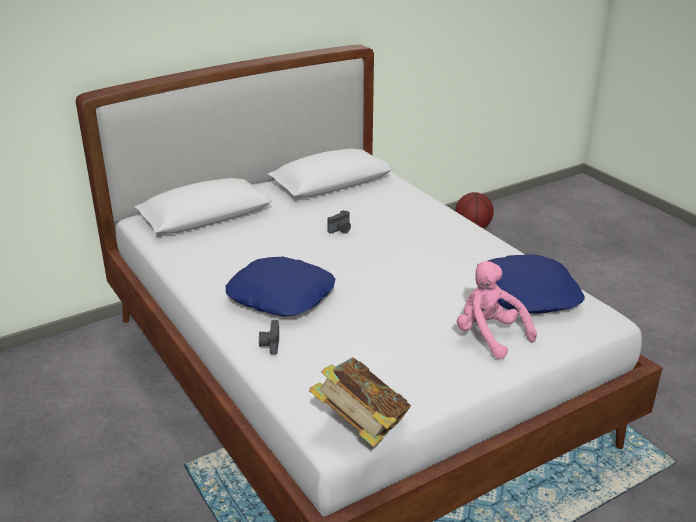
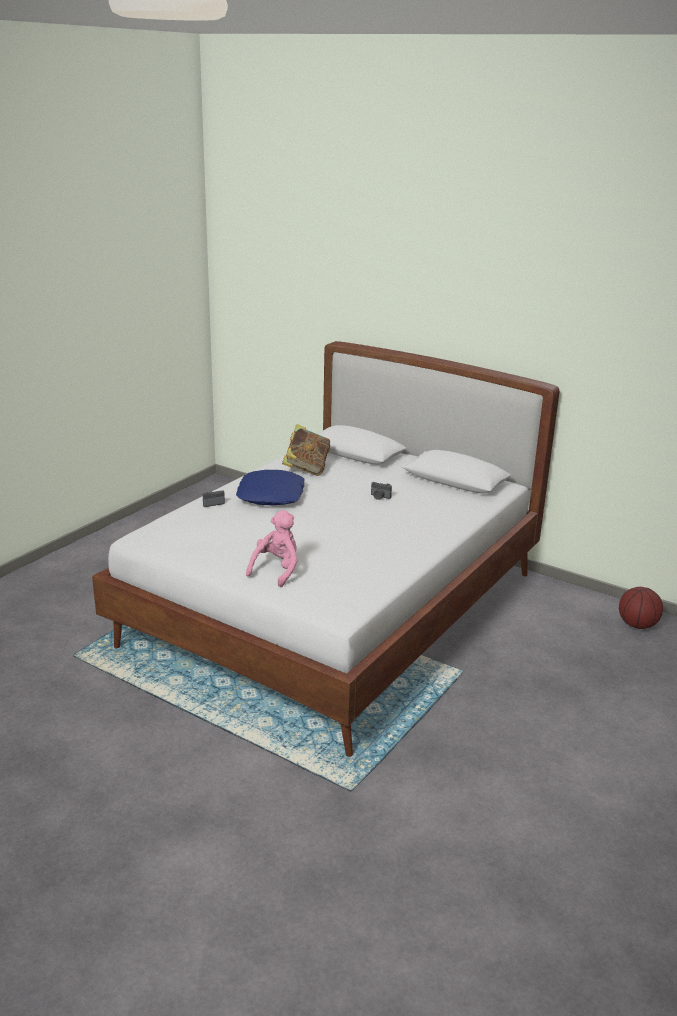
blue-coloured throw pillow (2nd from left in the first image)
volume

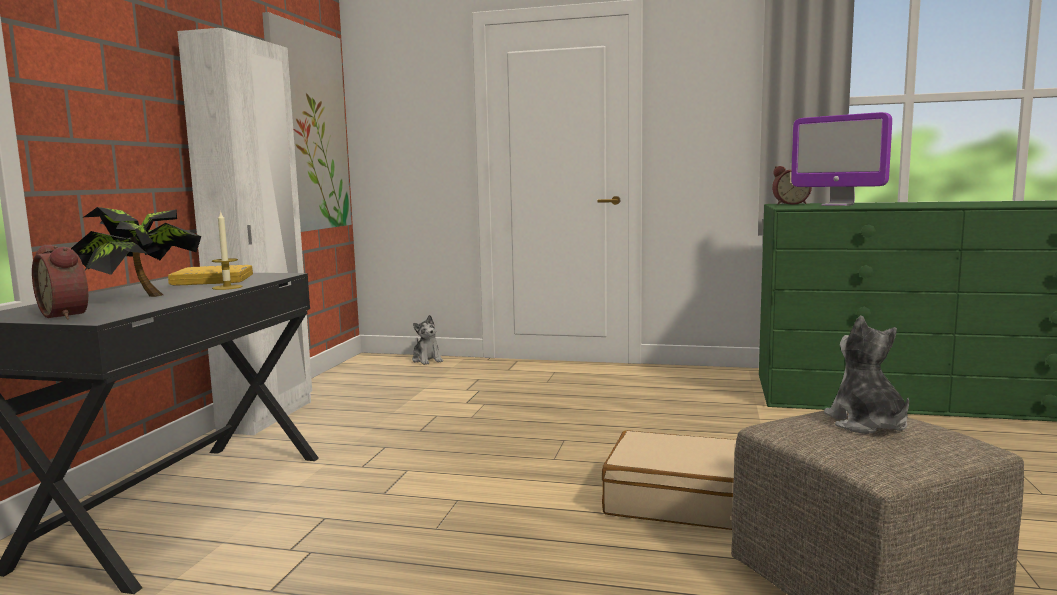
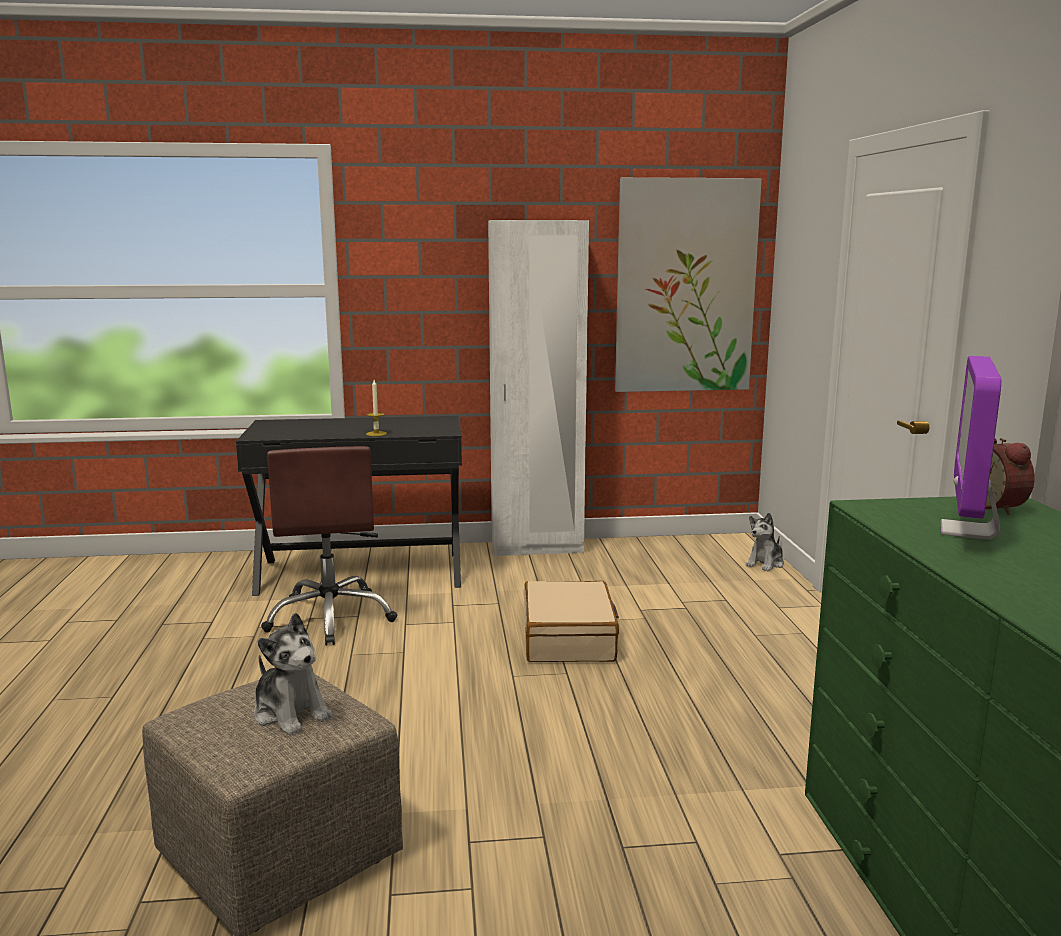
plant in a pot
table clock (1st from left in the first image)
yellowish volume
plush toy (1st from left)
beige-coloured suitcase
brownish office chair

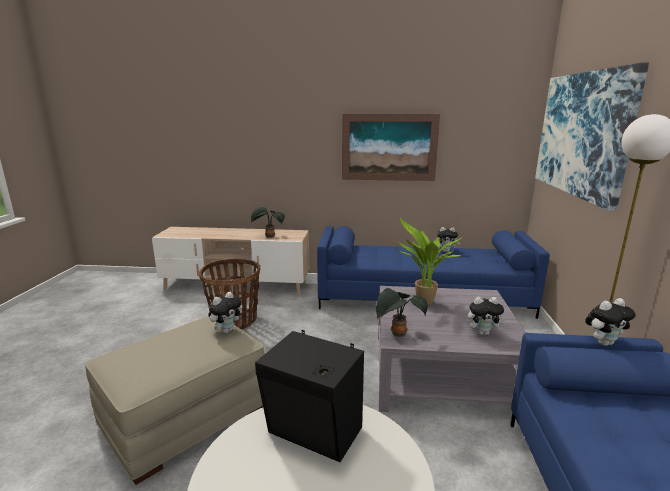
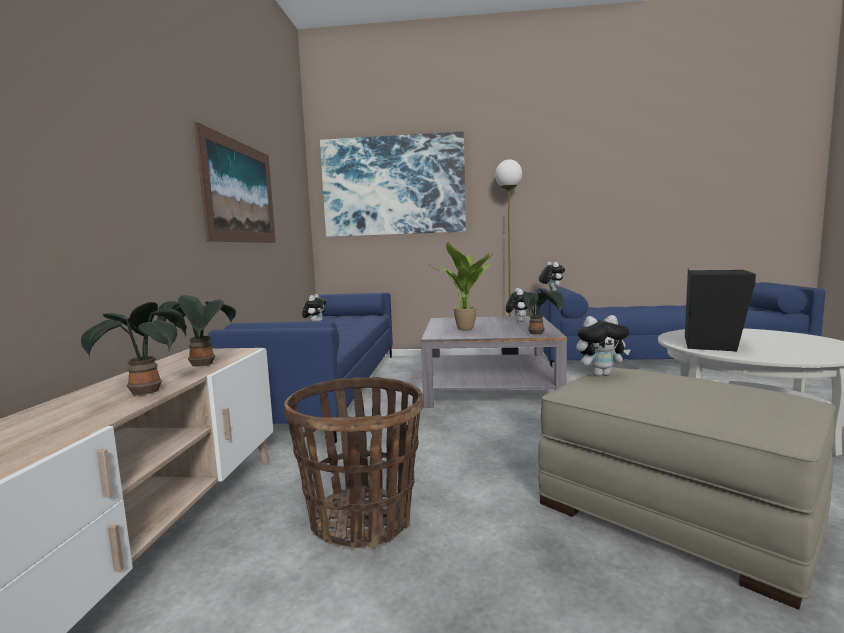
plush toy (4th from left)
plant in a pot (1st from left)

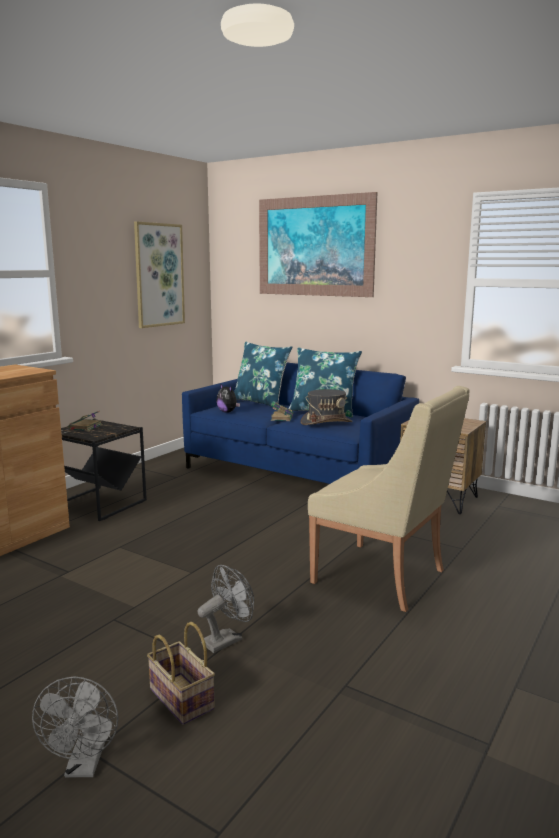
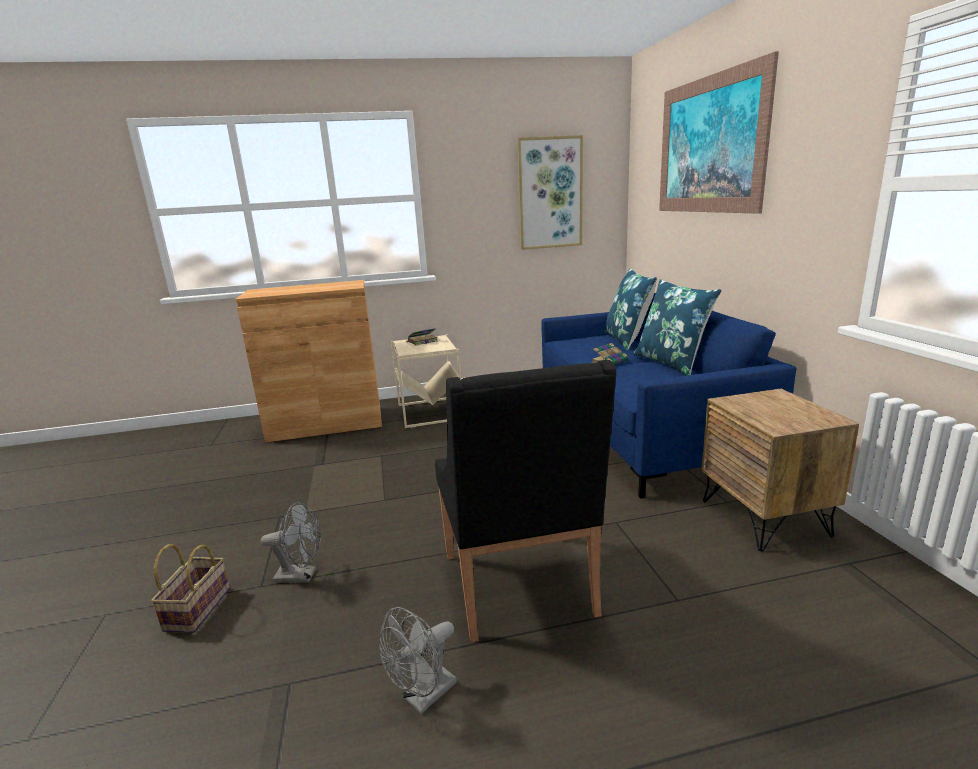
plush toy
black lounge chair
grey wearable hat
beige-coloured accent table
grey fan (2nd from left)

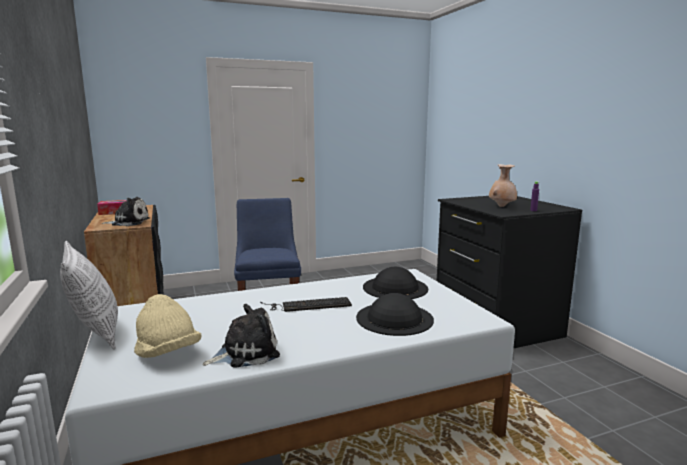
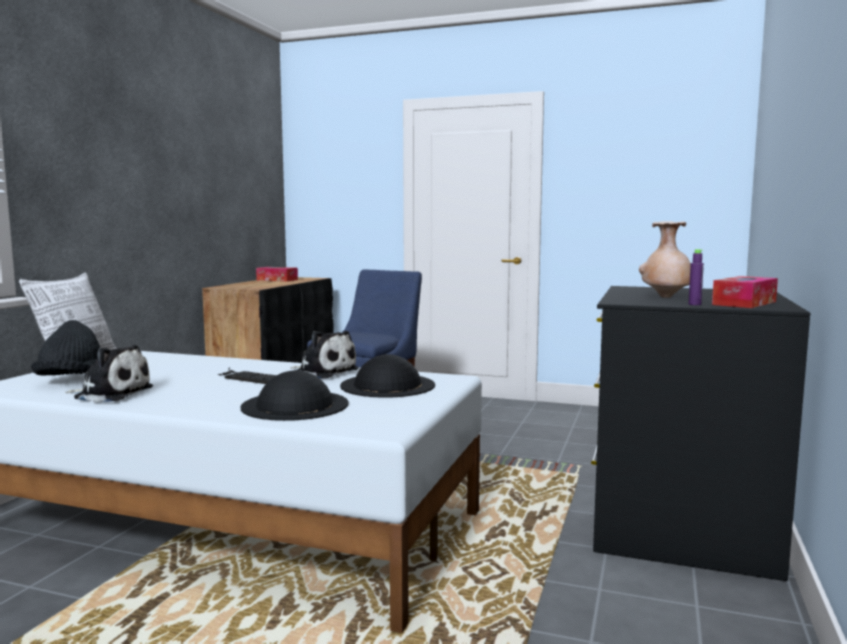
plush toy (2nd from left)
black wearable hat (1st from left)
tissue holder (2nd from left)

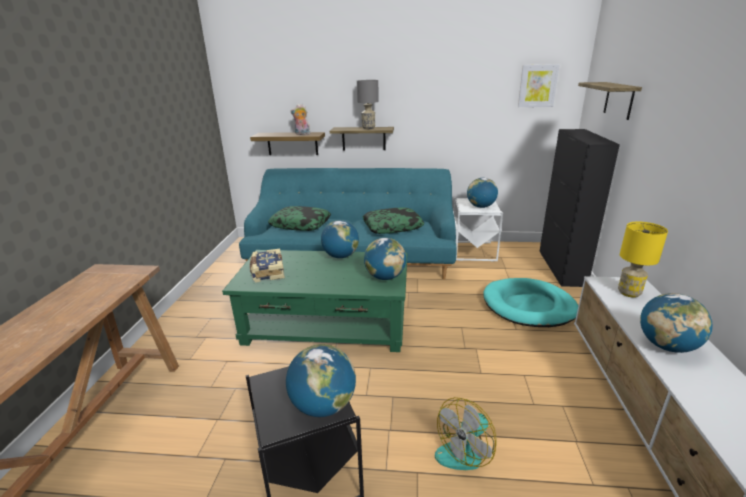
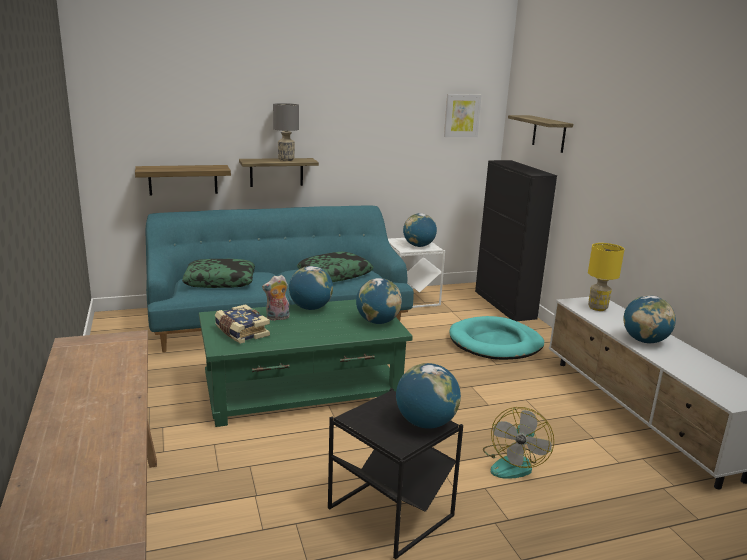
plush toy

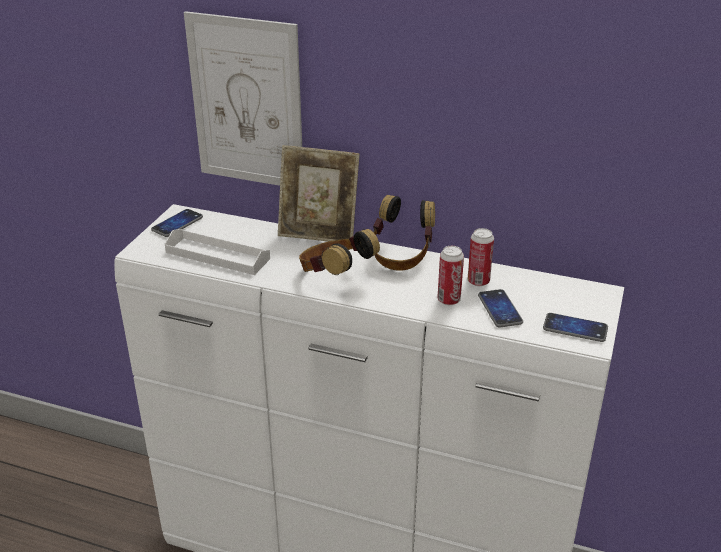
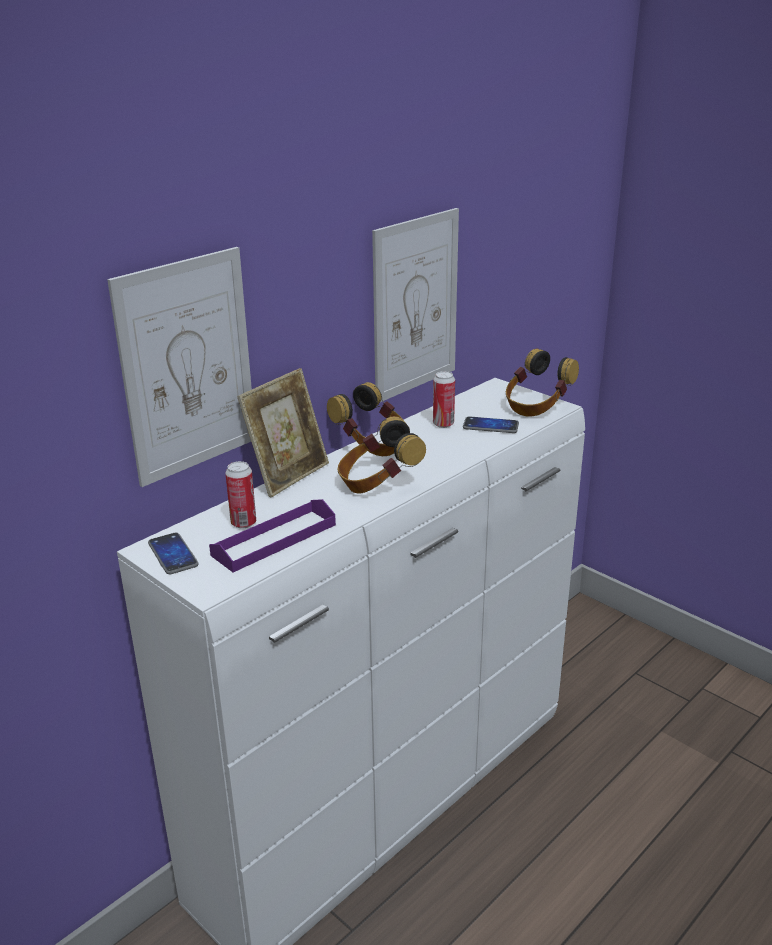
purple-coloured tray
can (1st from left)
headset (3rd from left)
wall picture (2nd from left)

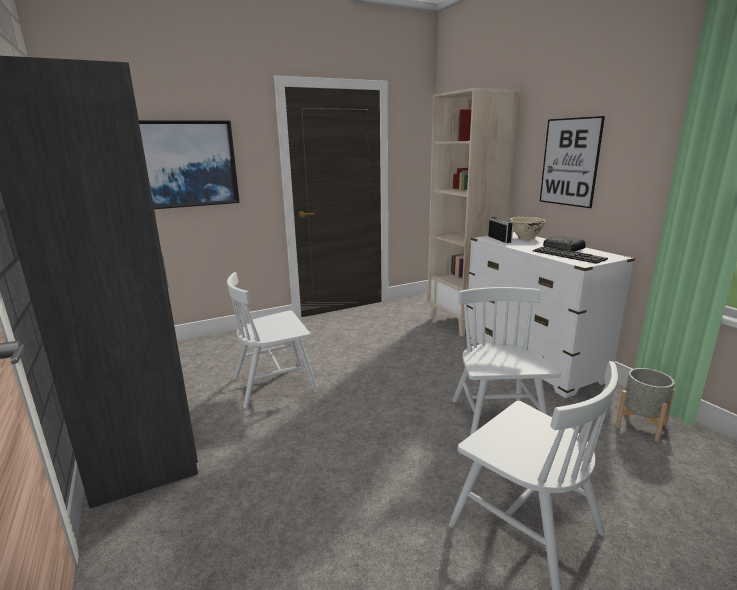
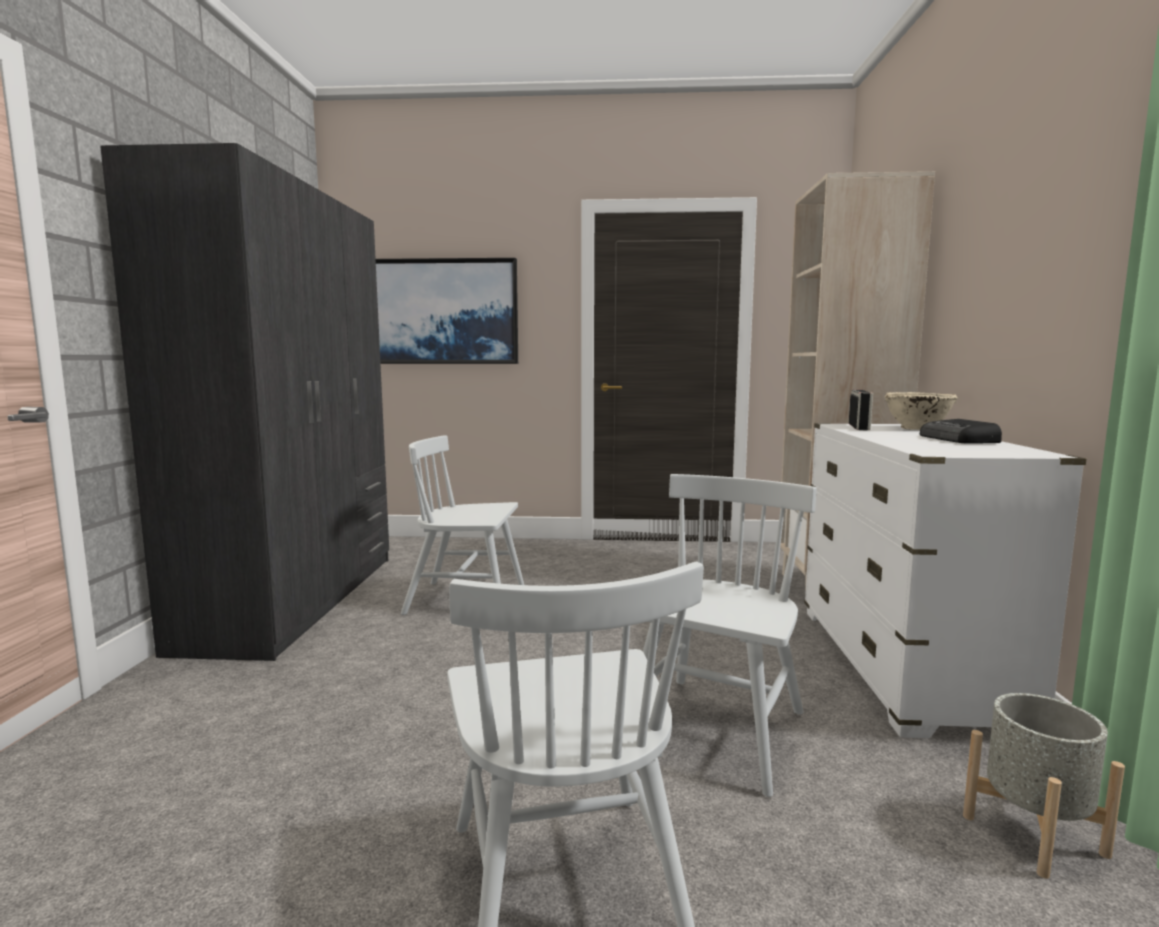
wall picture (2nd from left in the first image)
PC keyboard

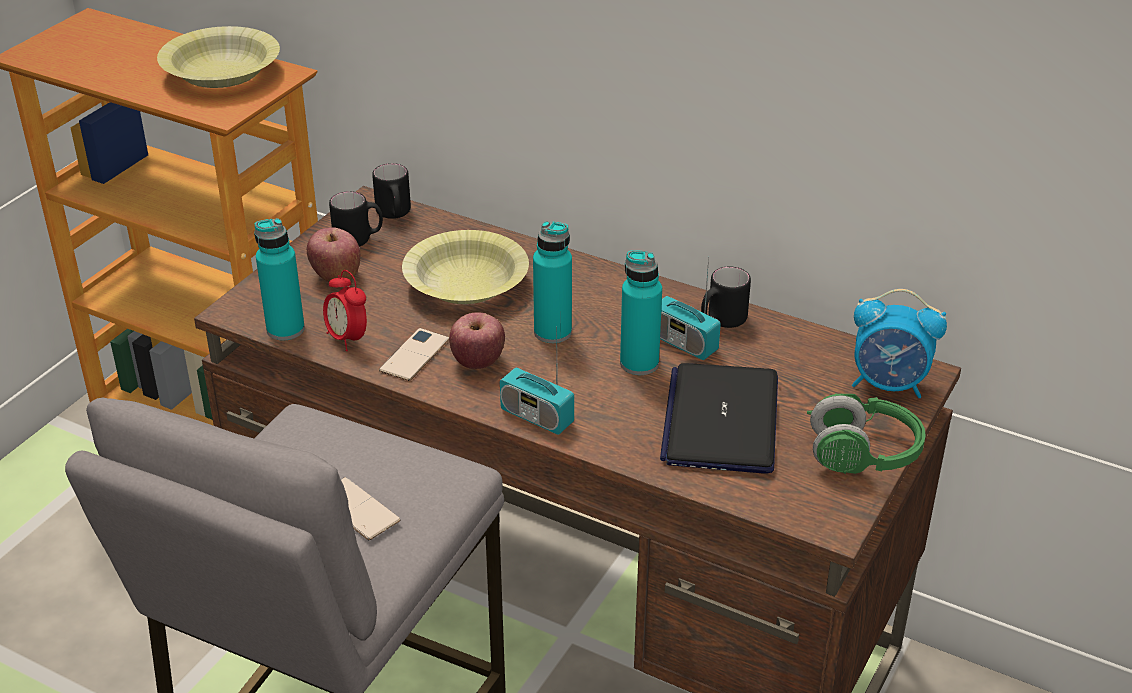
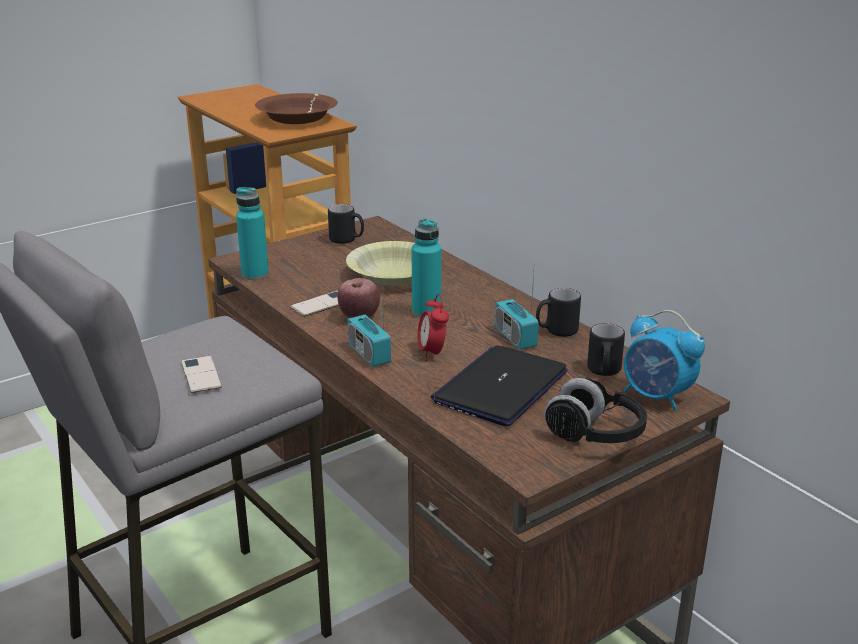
brownish serving bowl
black tea mug (3rd from left)
apple (1st from left in the first image)
blue-green bottle (3rd from left in the first image)
table clock (1st from left)
black headset

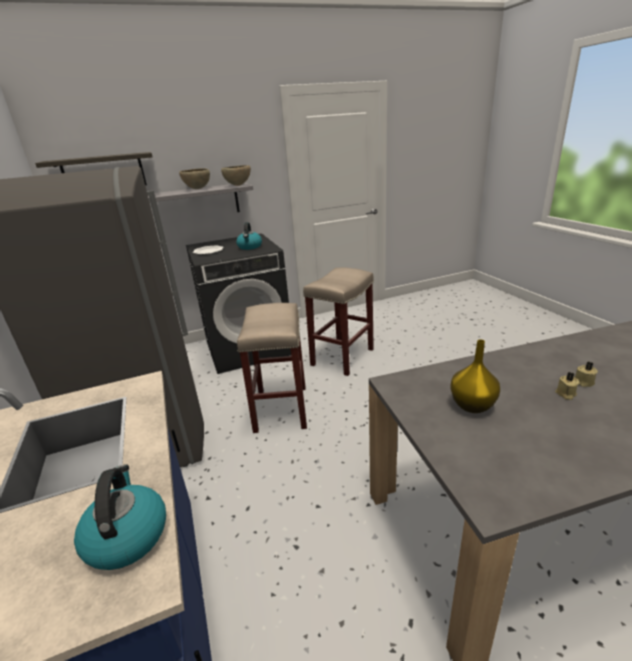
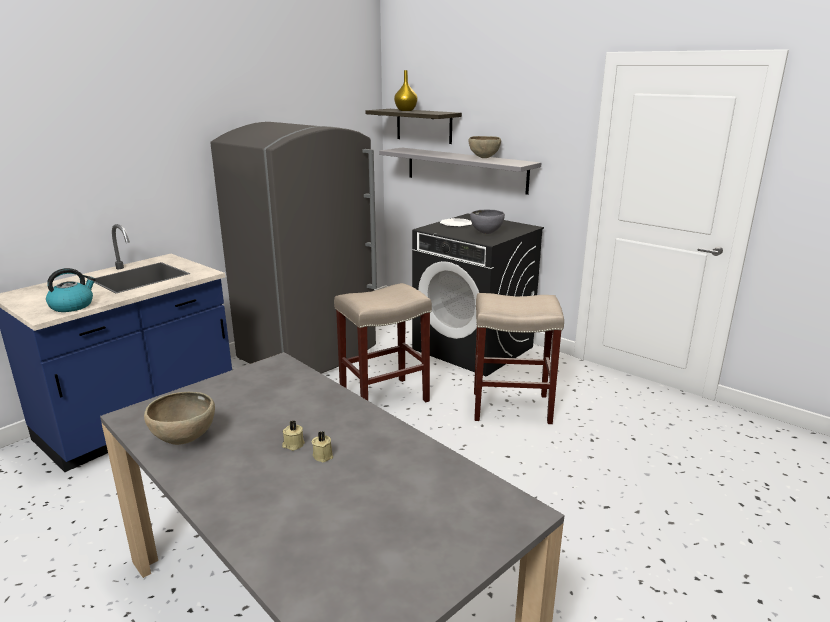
brownish serving bowl (1st from left)
grey serving bowl
yellowish decorative vase

